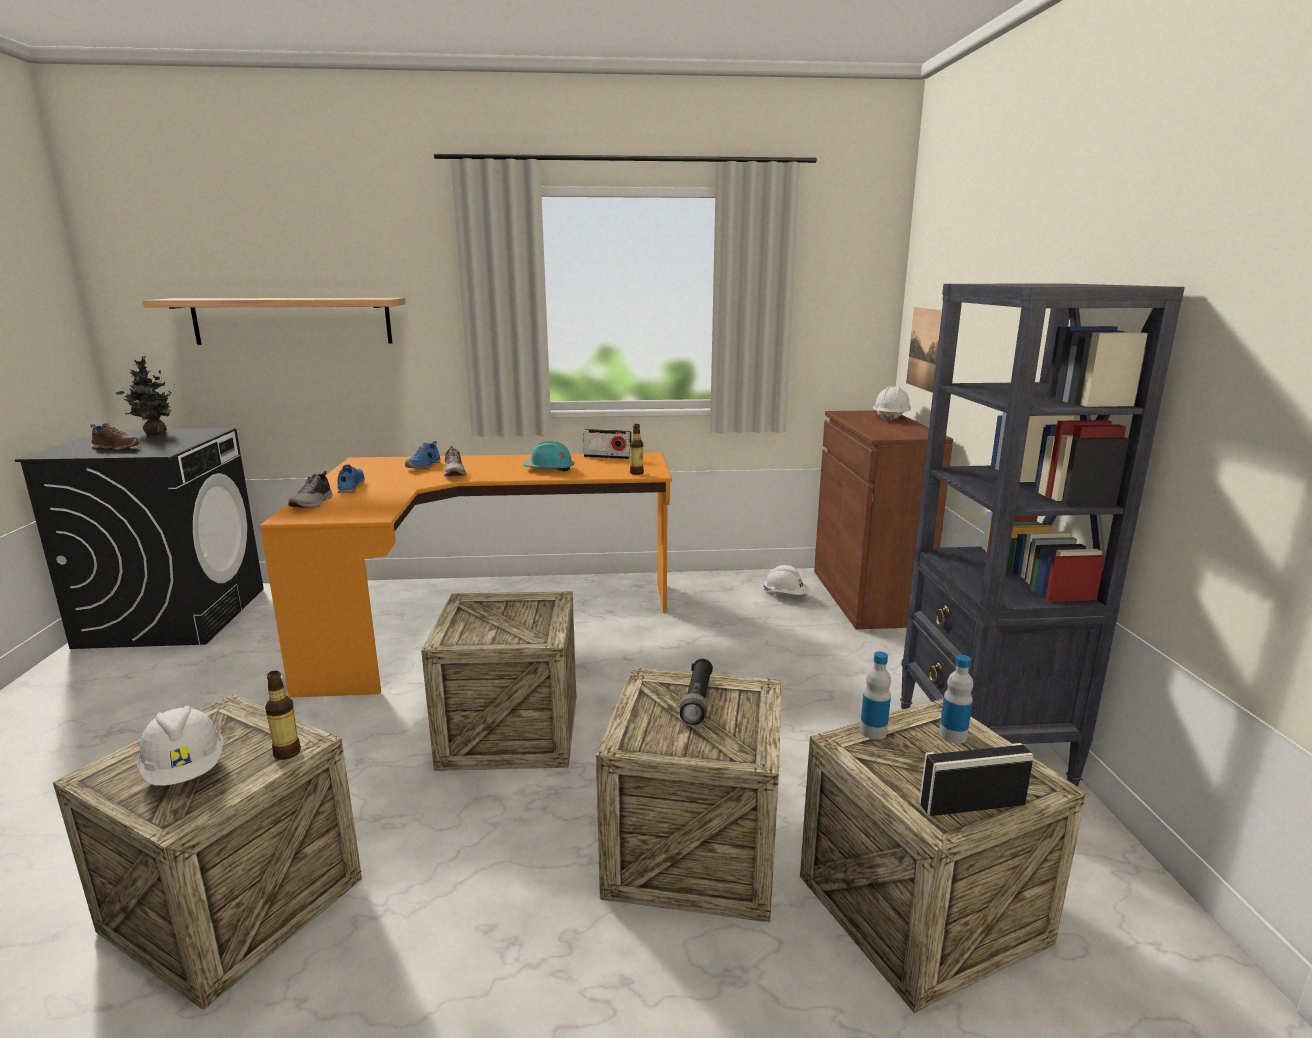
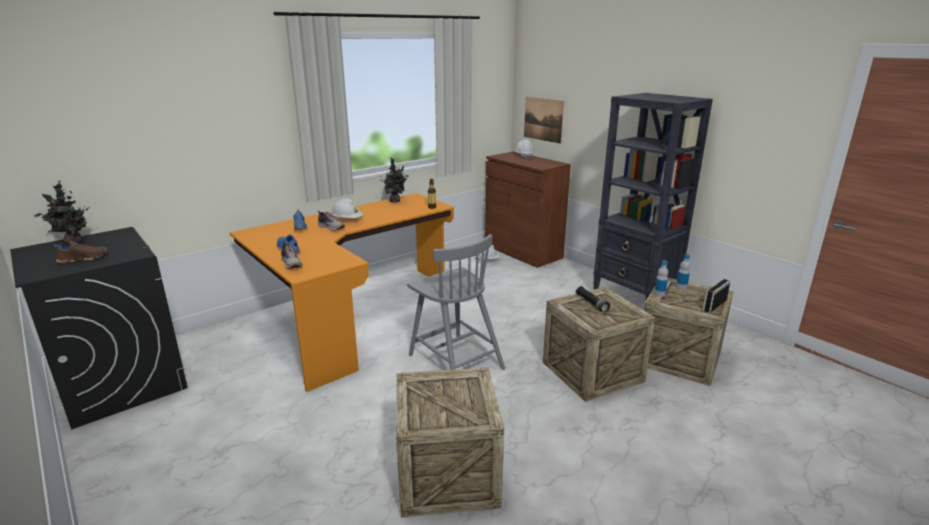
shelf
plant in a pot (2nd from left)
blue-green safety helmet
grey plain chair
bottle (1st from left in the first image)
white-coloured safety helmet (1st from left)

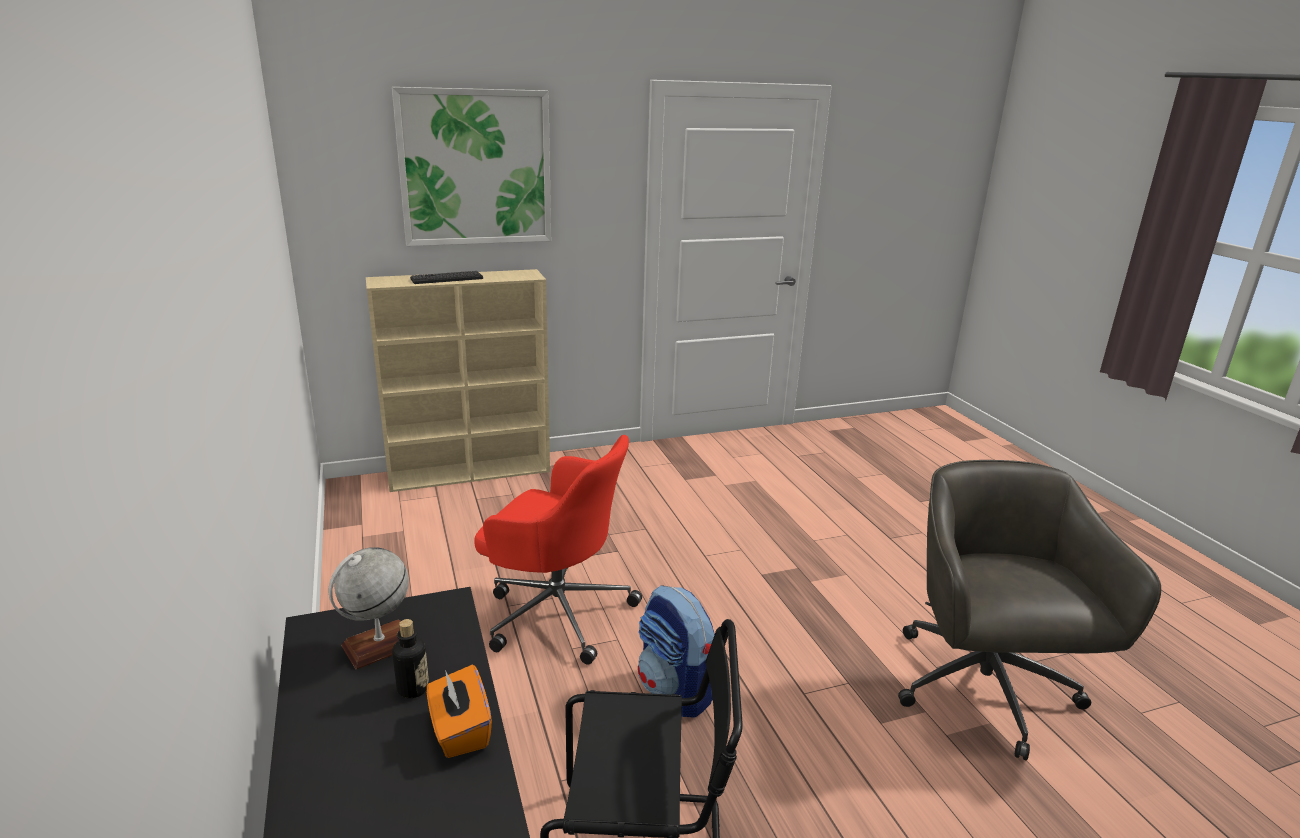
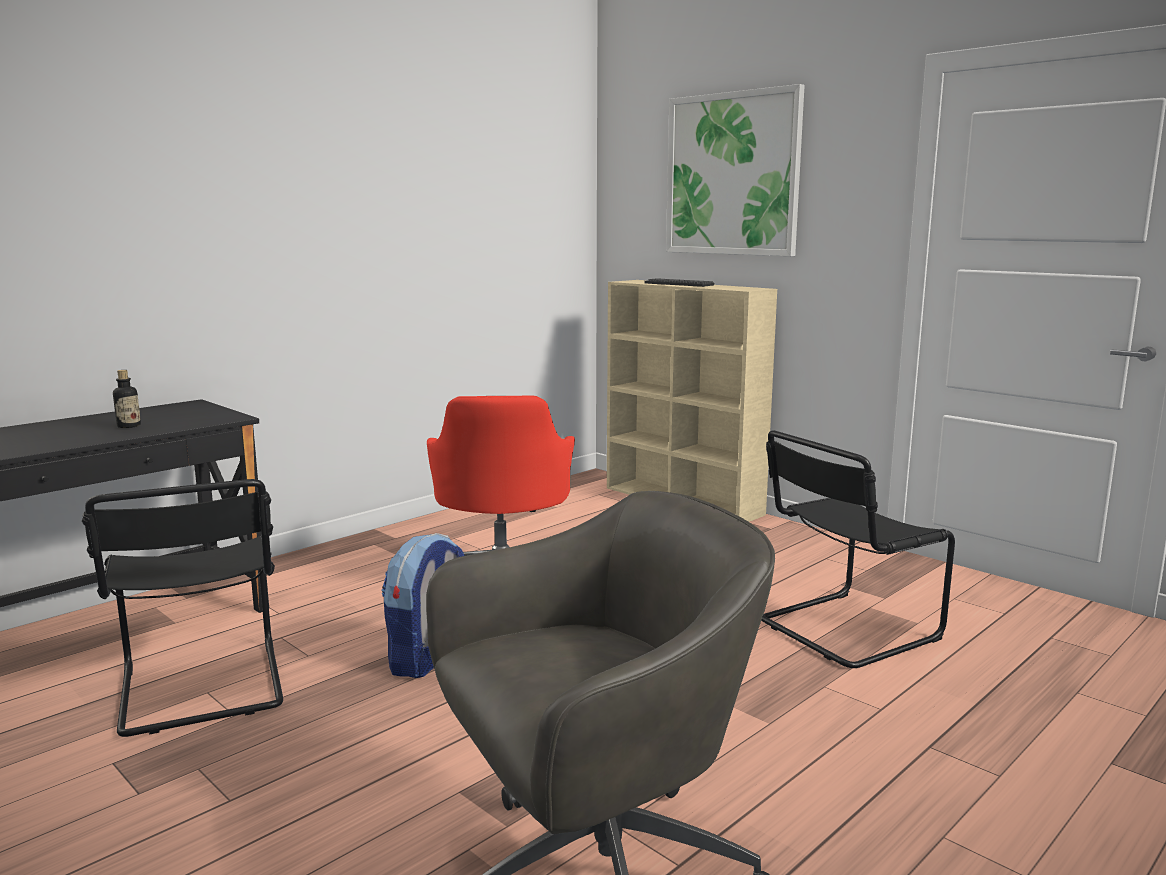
world globe
orange-coloured tissue holder
black plain chair (2nd from left)

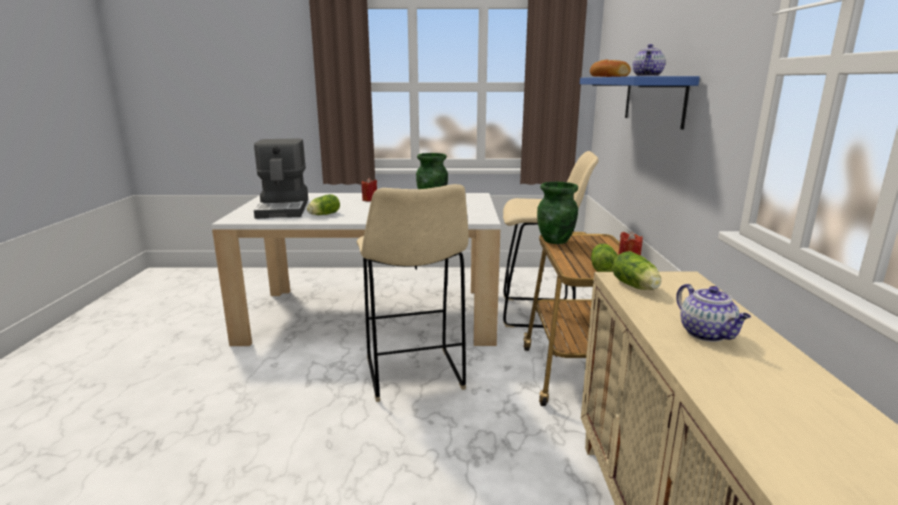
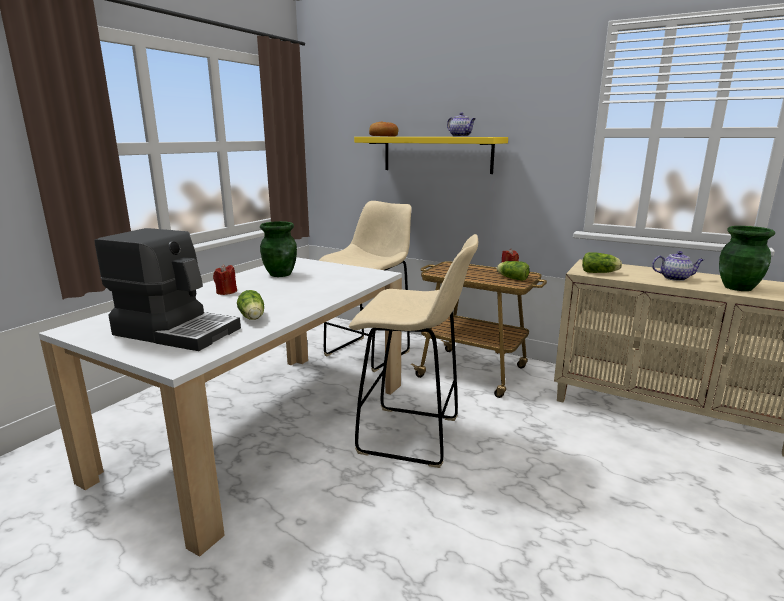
yellowish shelf
greenish decorative vase (2nd from left)

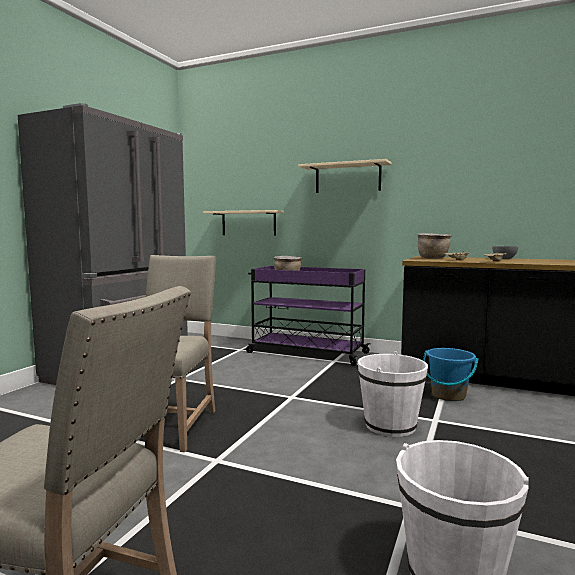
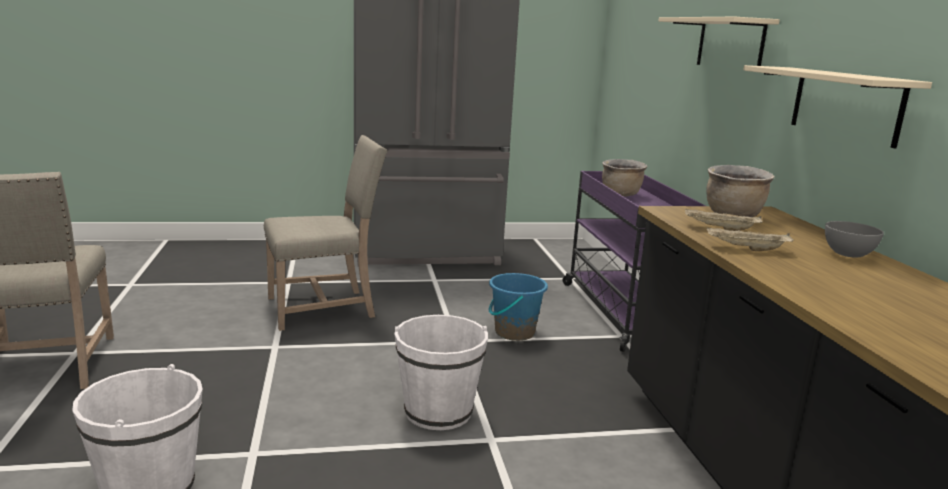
beige-coloured shelf (2nd from left)
blue-coloured bucket

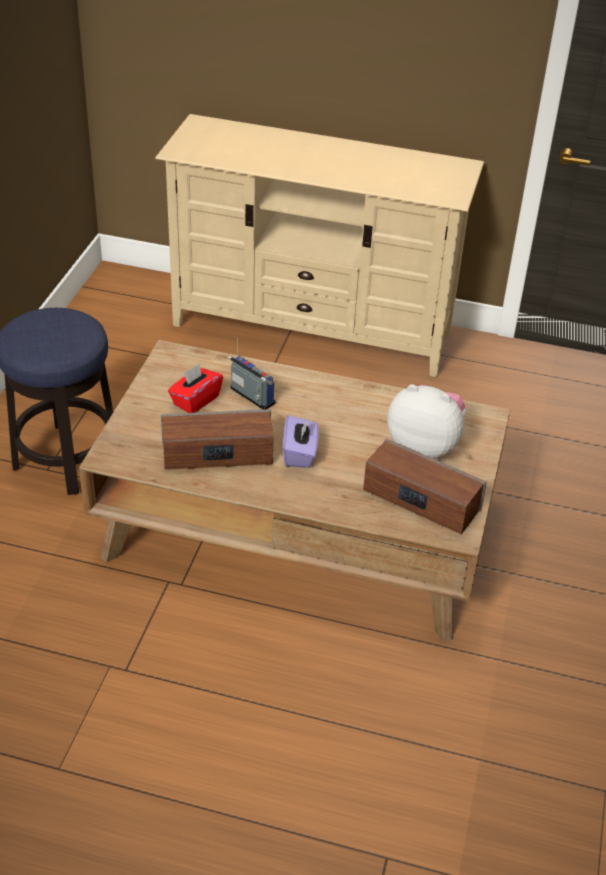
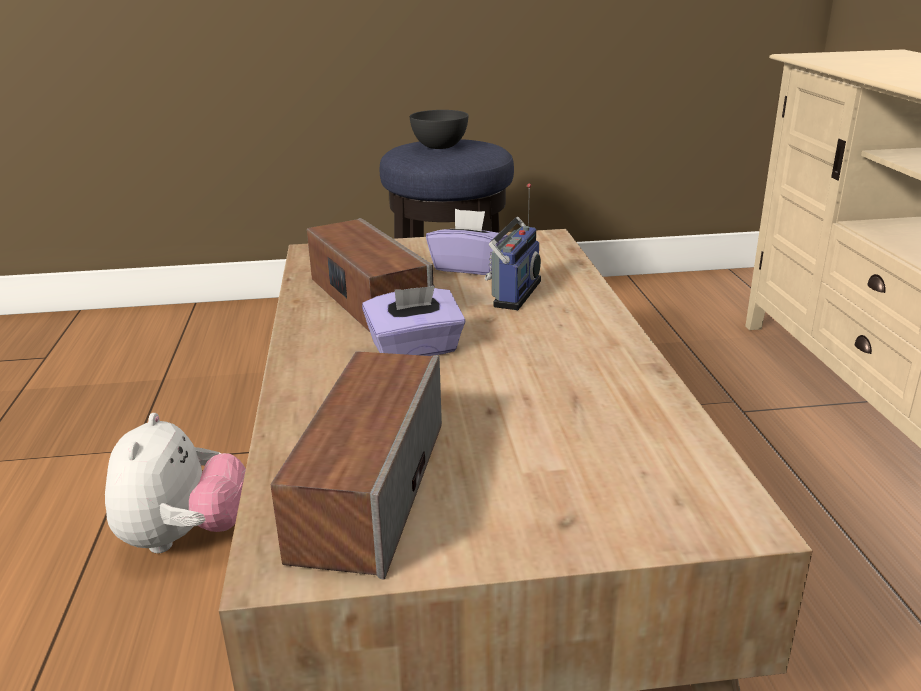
purple-coloured tissue holder (2nd from left)
plush toy
grey serving bowl

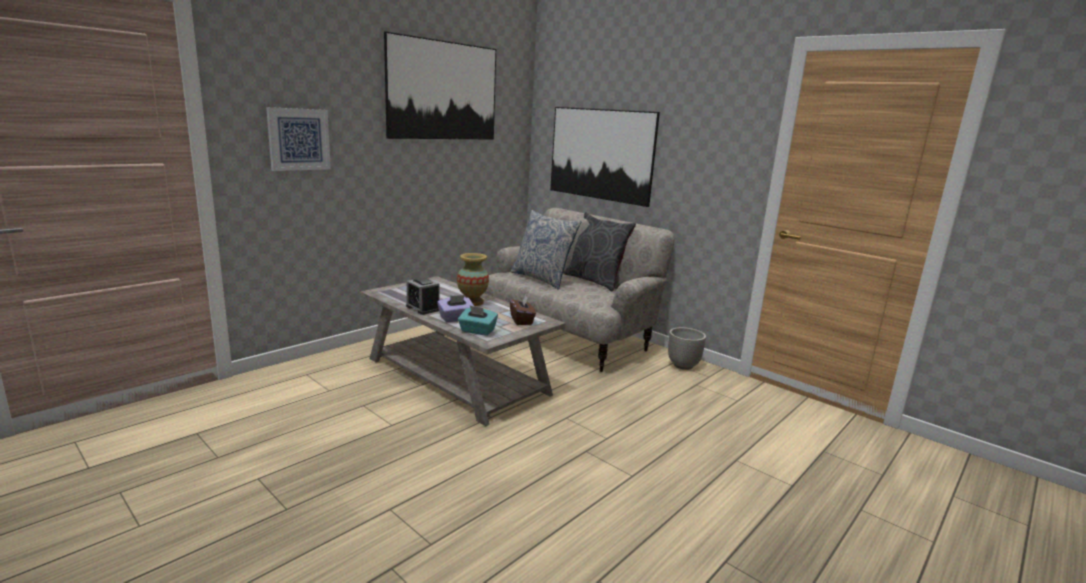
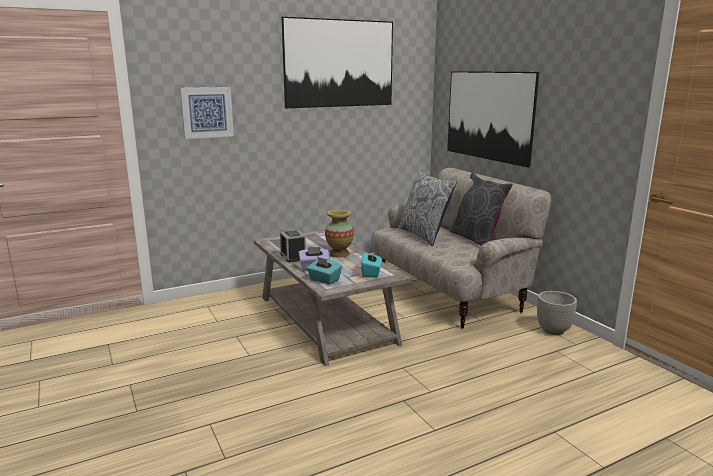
blue-green tissue holder (2nd from left)

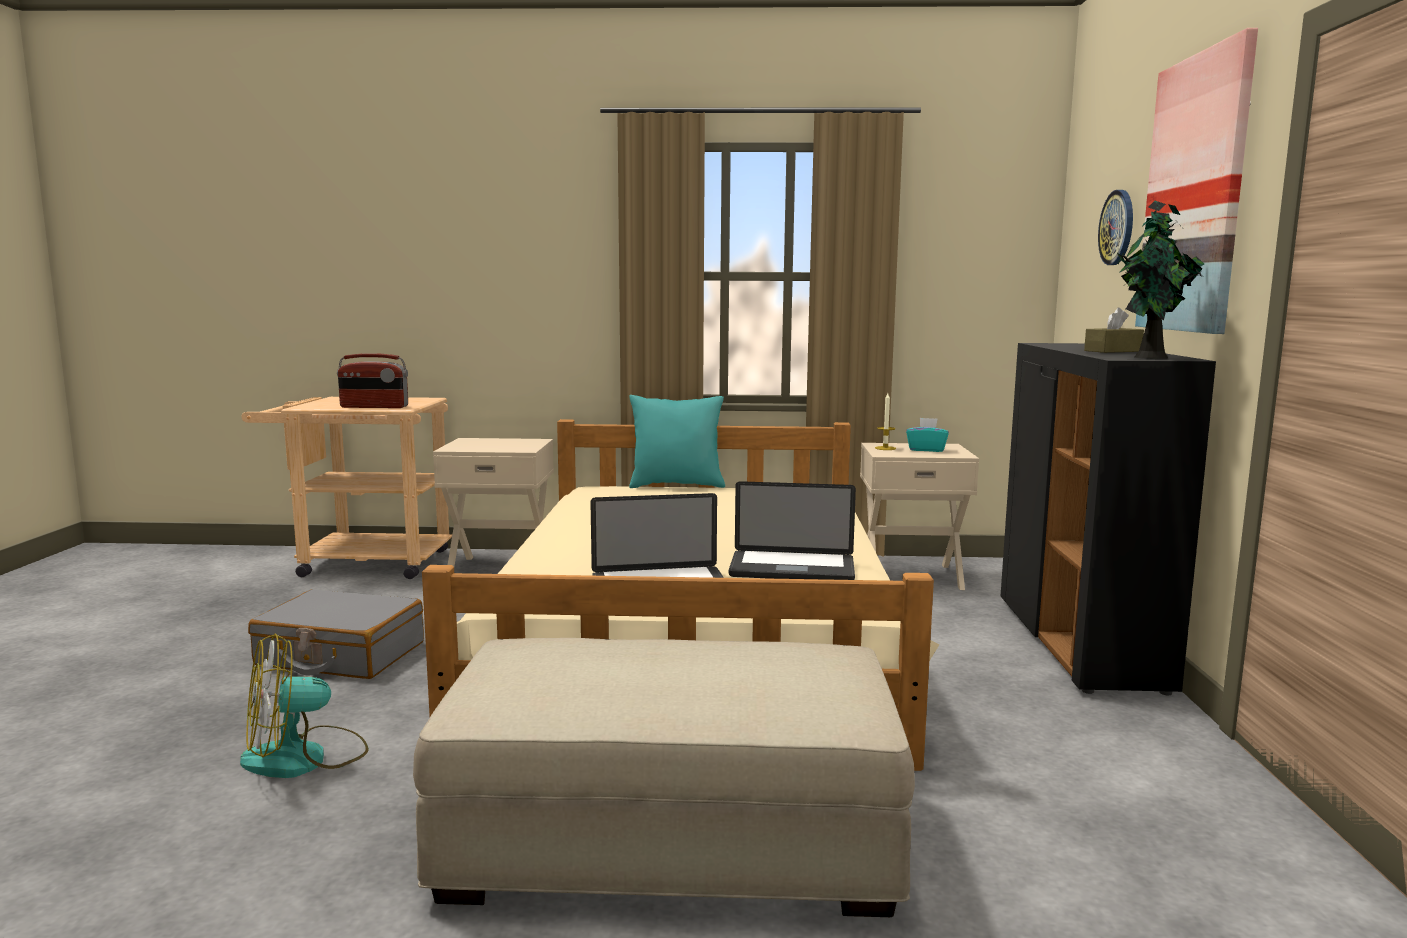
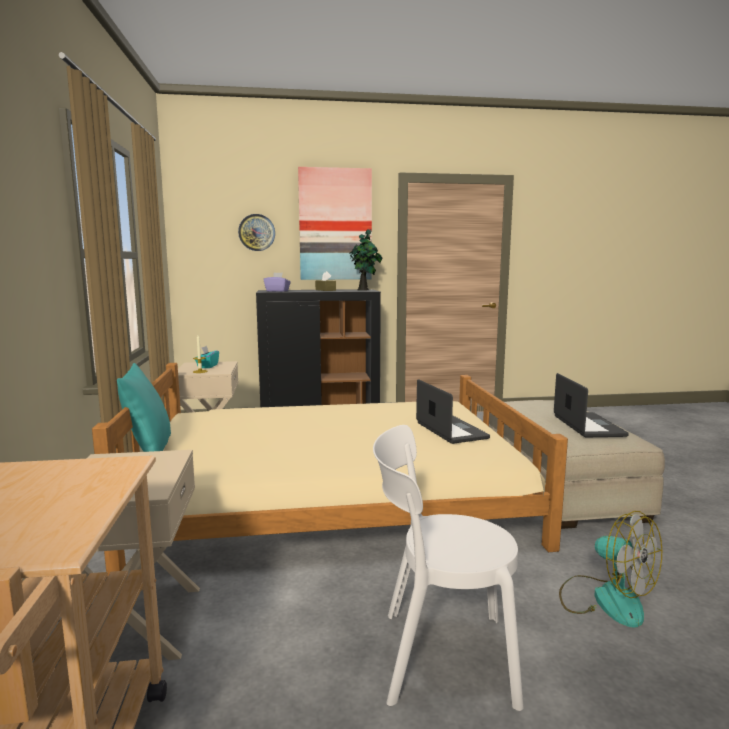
radio set
laptop (2nd from left)
white-coloured plain chair
purple-coloured tissue holder

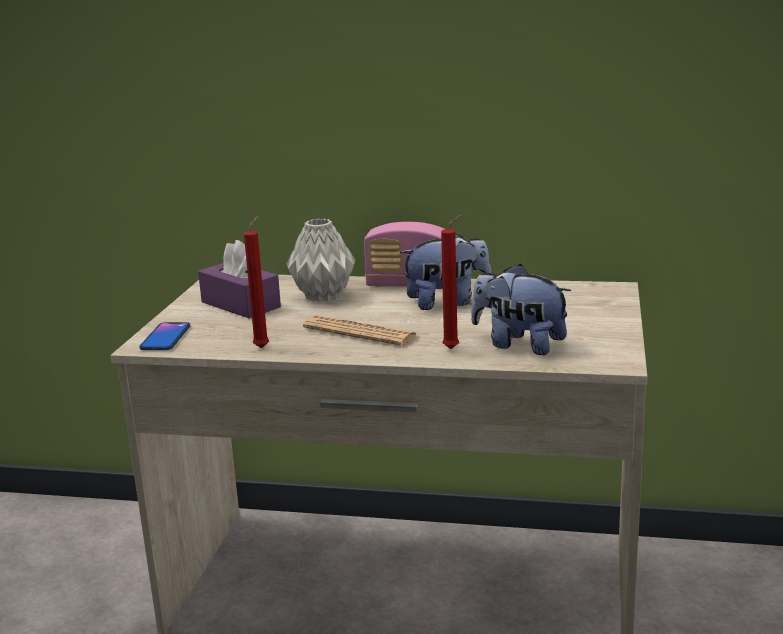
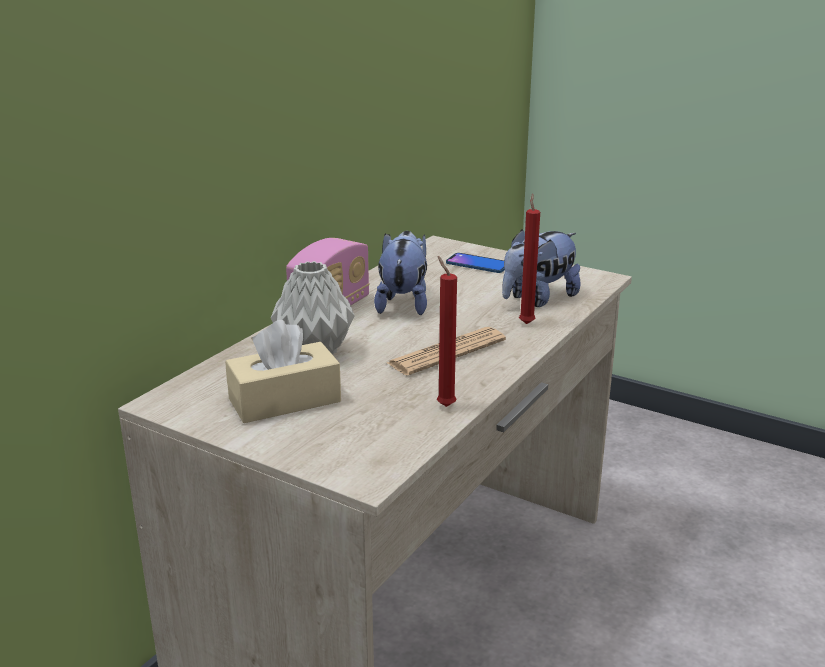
beige-coloured tissue holder
phone

